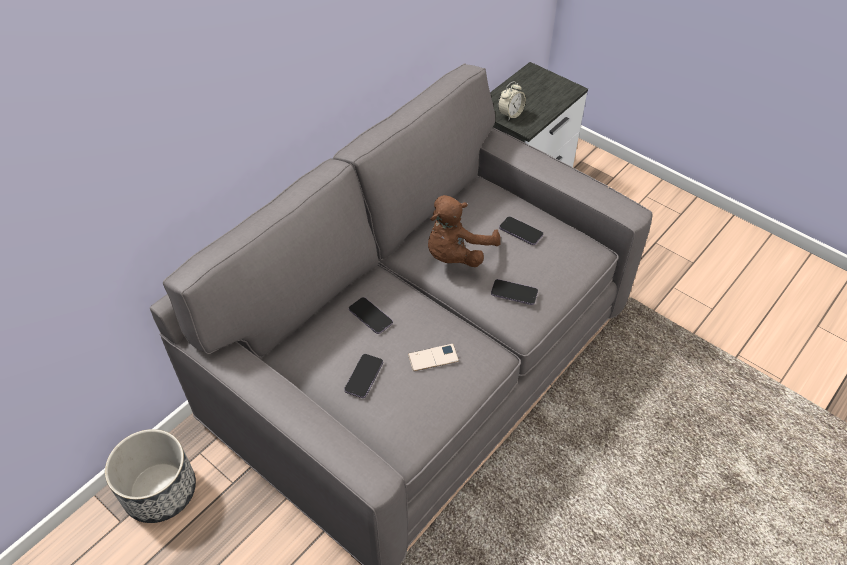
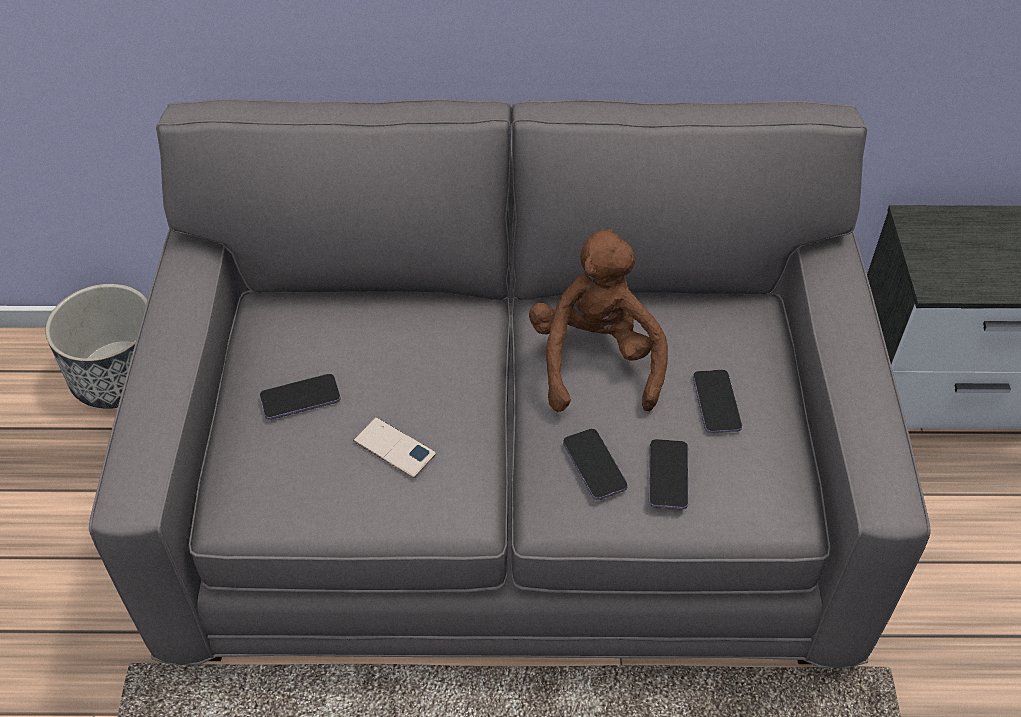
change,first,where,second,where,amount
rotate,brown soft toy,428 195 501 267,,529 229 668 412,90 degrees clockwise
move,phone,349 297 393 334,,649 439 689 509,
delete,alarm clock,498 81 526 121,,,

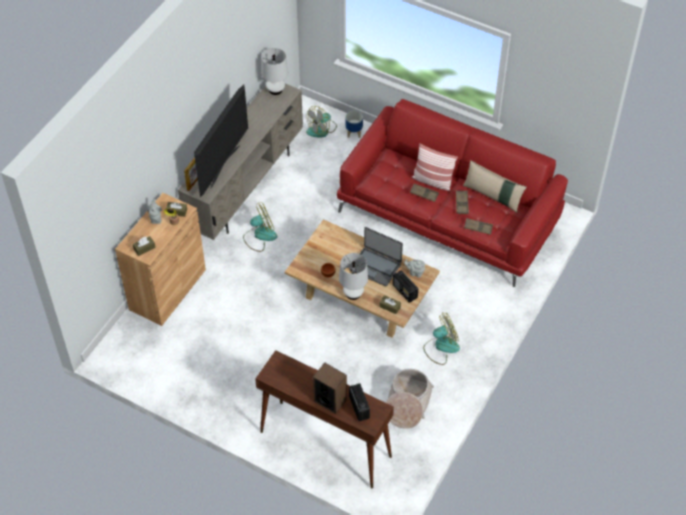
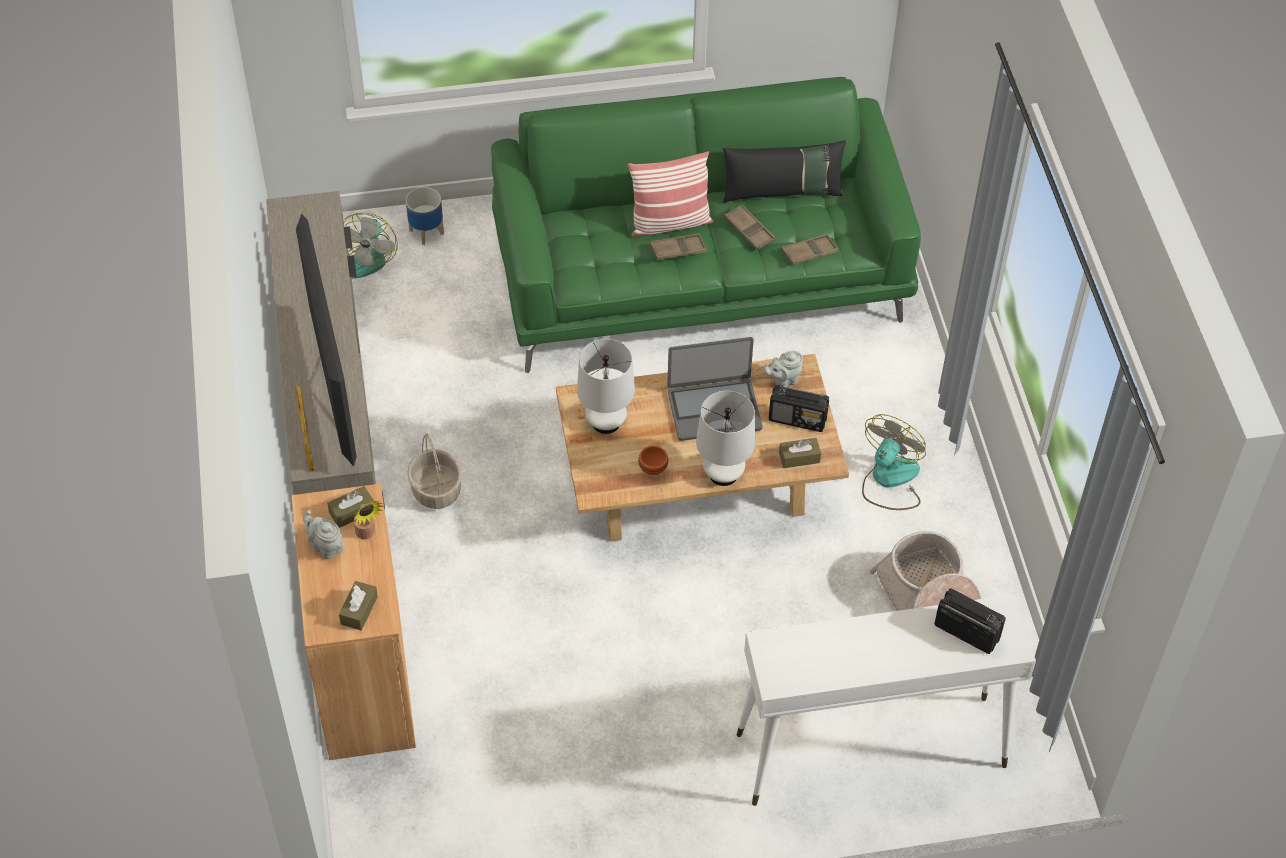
change,first,where,second,where,amount
replace,cooling fan,243 202 277 252,household basket,407 433 462 509,
recolor,red-coloured sofa,337 99 568 287,greenish sofa,491 77 921 373,
move,white table lamp,261 48 288 95,,577 339 635 434,
recolor,beige pillow,463 160 527 213,black-coloured pillow,723 140 846 203,
recolor,brown hall table,255 350 394 488,white hall table,737 594 1036 806,
delete,audio speaker,313 362 347 414,,,

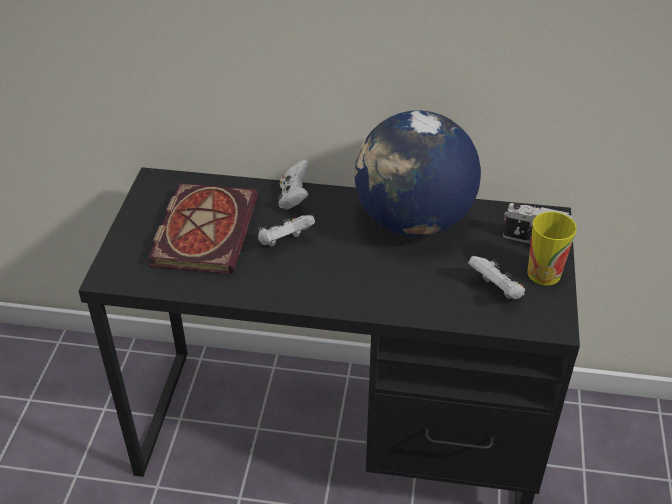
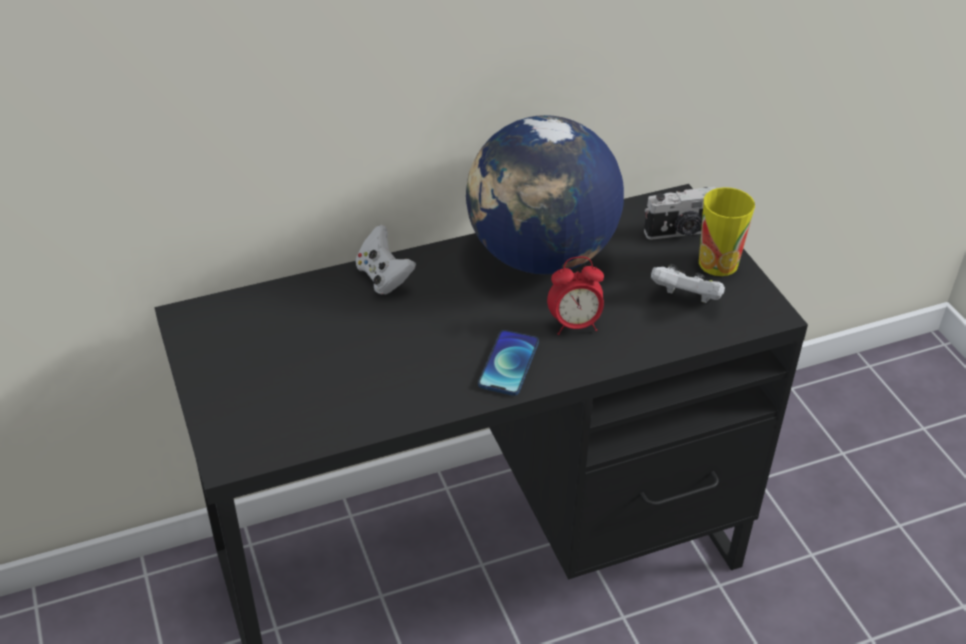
change,first,where,second,where,amount
insert,,,phone,478 330 539 396,
insert,,,alarm clock,547 256 604 335,
delete,volume,148 183 258 274,,,
delete,white game controller,258 215 315 247,,,

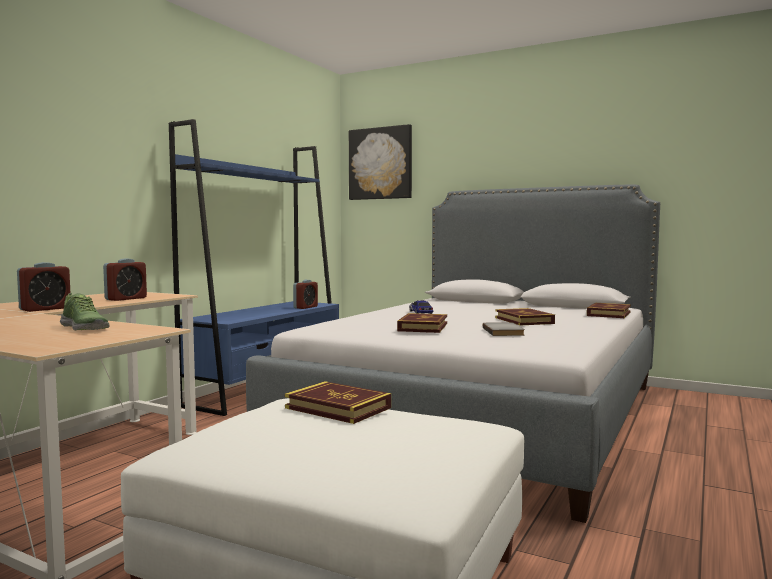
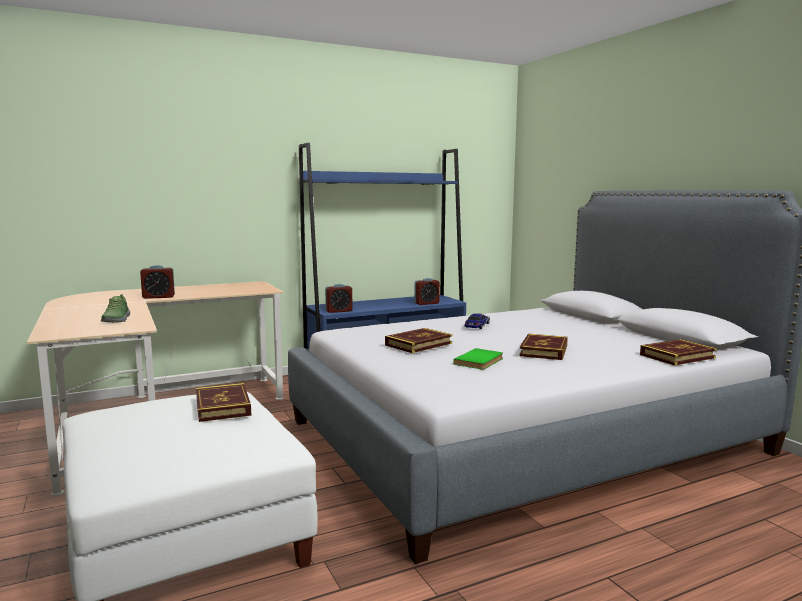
change,first,where,second,where,amount
move,alarm clock,103 258 147 301,,325 284 352 313,
recolor,grey volume,483 322 525 336,greenish volume,453 348 503 370,
delete,wall art,349 124 412 200,,,

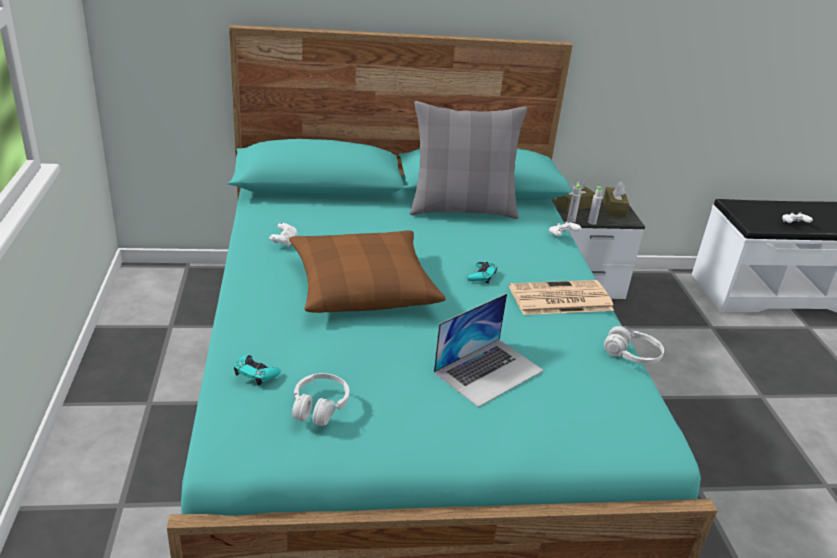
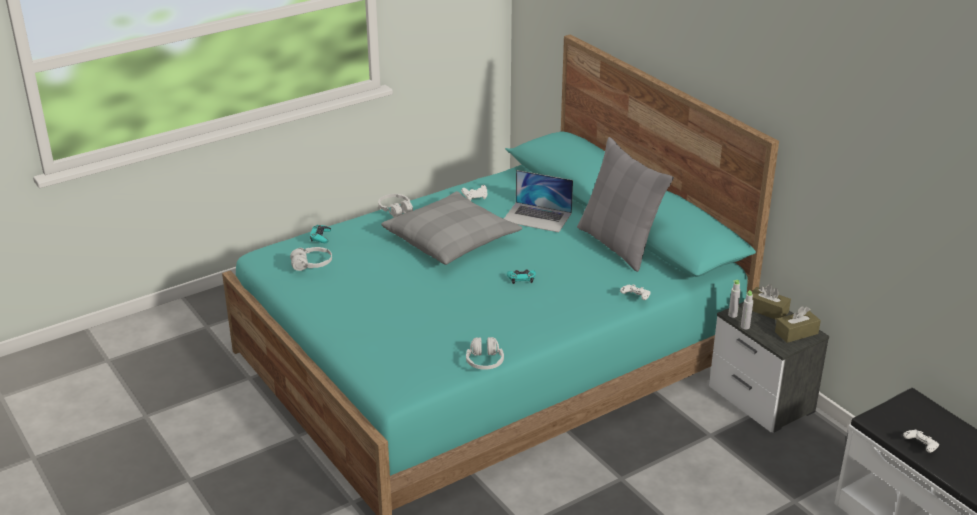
change,first,where,second,where,amount
insert,,,white headset,378 194 413 218,
recolor,brown pillow,289 230 446 313,grey pillow,381 191 522 265,
move,notebook computer,434 293 544 407,,504 170 573 232,
delete,newspaper,509 280 614 315,,,

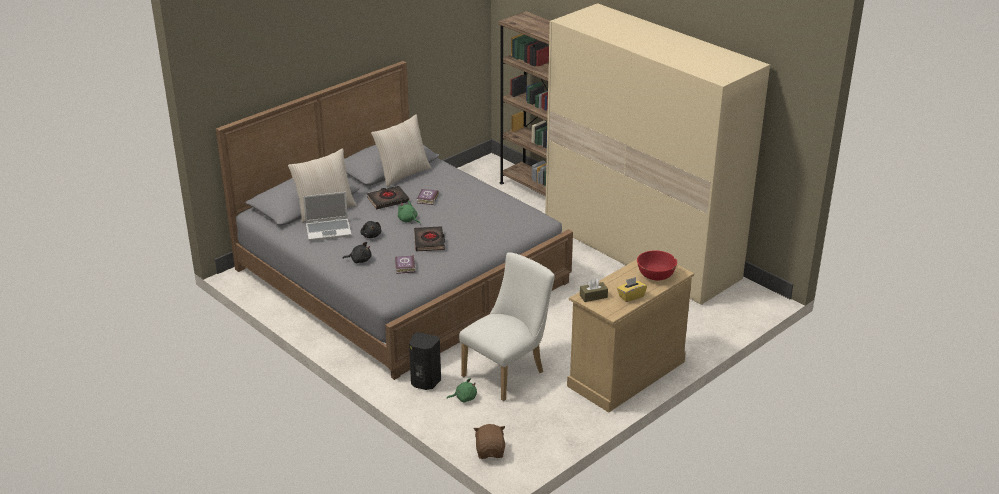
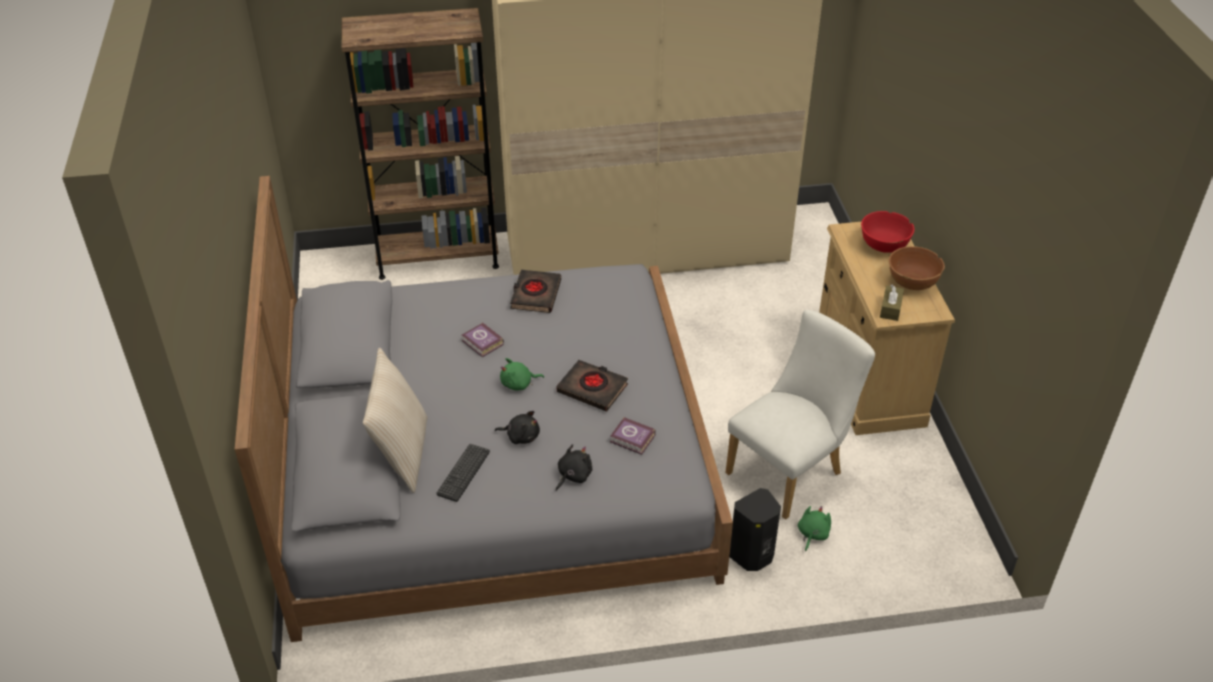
change,first,where,second,where,amount
replace,notebook computer,303 192 351 241,PC keyboard,437 444 490 502,
move,black-coloured volume,367 186 409 209,,510 270 561 313,
rotate,white chair,459 252 555 401,,725 310 875 520,60 degrees clockwise
replace,yellow tissue holder,617 277 647 302,brown bowl,889 246 945 290,
delete,beige pillow,371 114 431 187,,,
delete,brown soft toy,474 424 505 459,,,

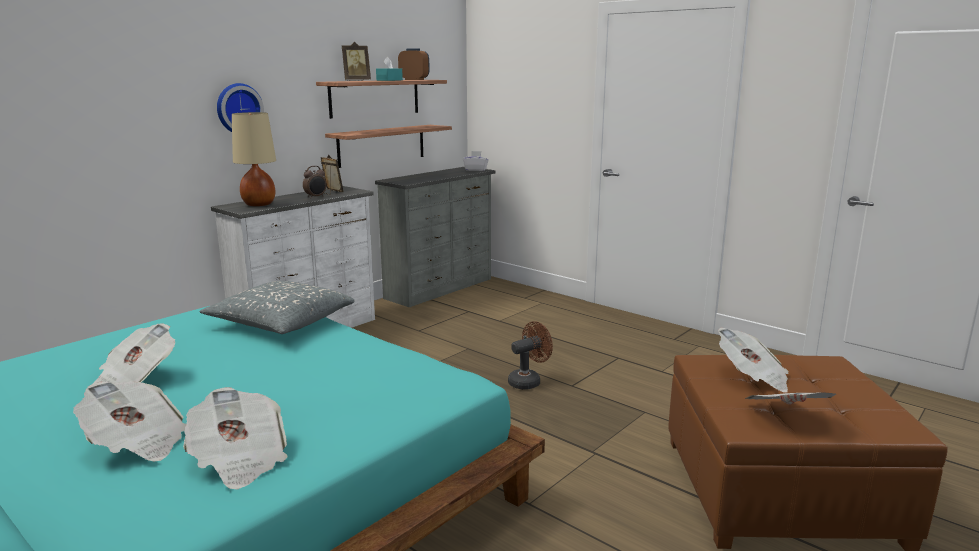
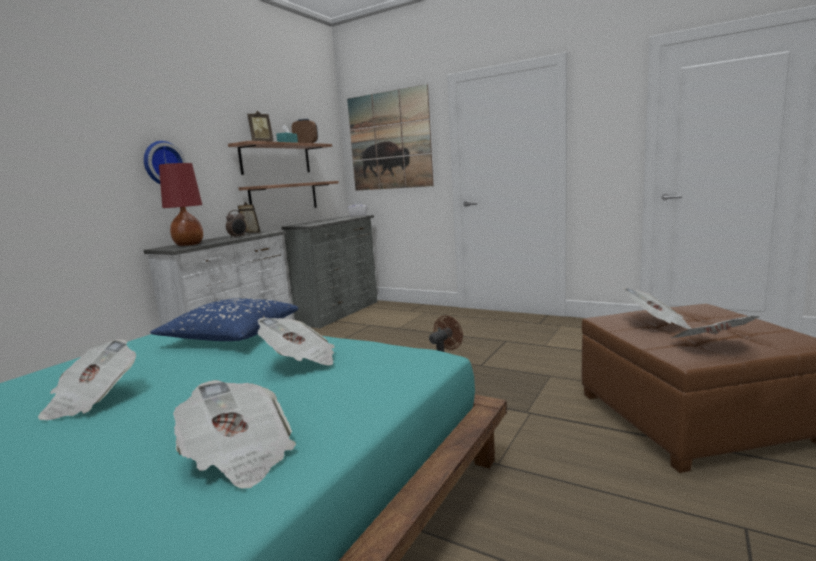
change,first,where,second,where,amount
recolor,grey pillow,200 281 355 334,bluish pillow,150 298 298 341,
recolor,beige table lamp,232 112 276 206,red-coloured table lamp,159 163 203 246,
move,newspaper,73 381 186 461,,257 318 335 365,
insert,,,wall art,347 84 433 191,

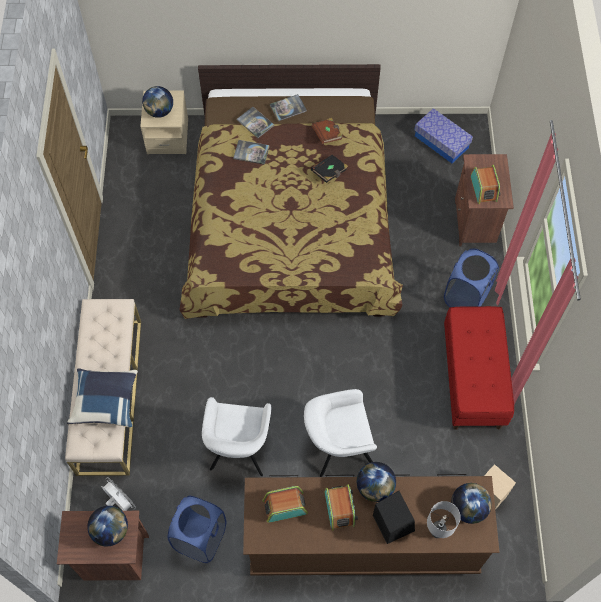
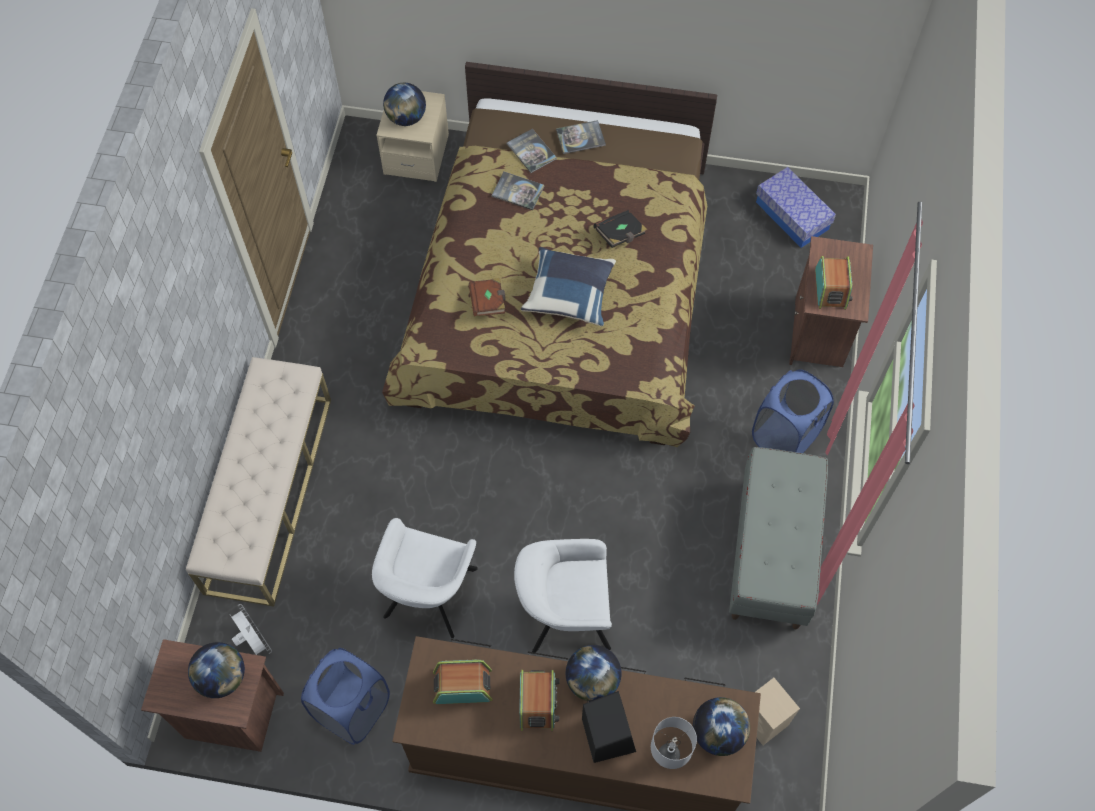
change,first,where,second,where,amount
move,brown volume,312 118 342 144,,469 278 505 316,
move,bluish pillow,67 368 138 428,,521 247 616 326,
recolor,red-coloured long seat,444 306 514 430,grey long seat,729 447 828 629,

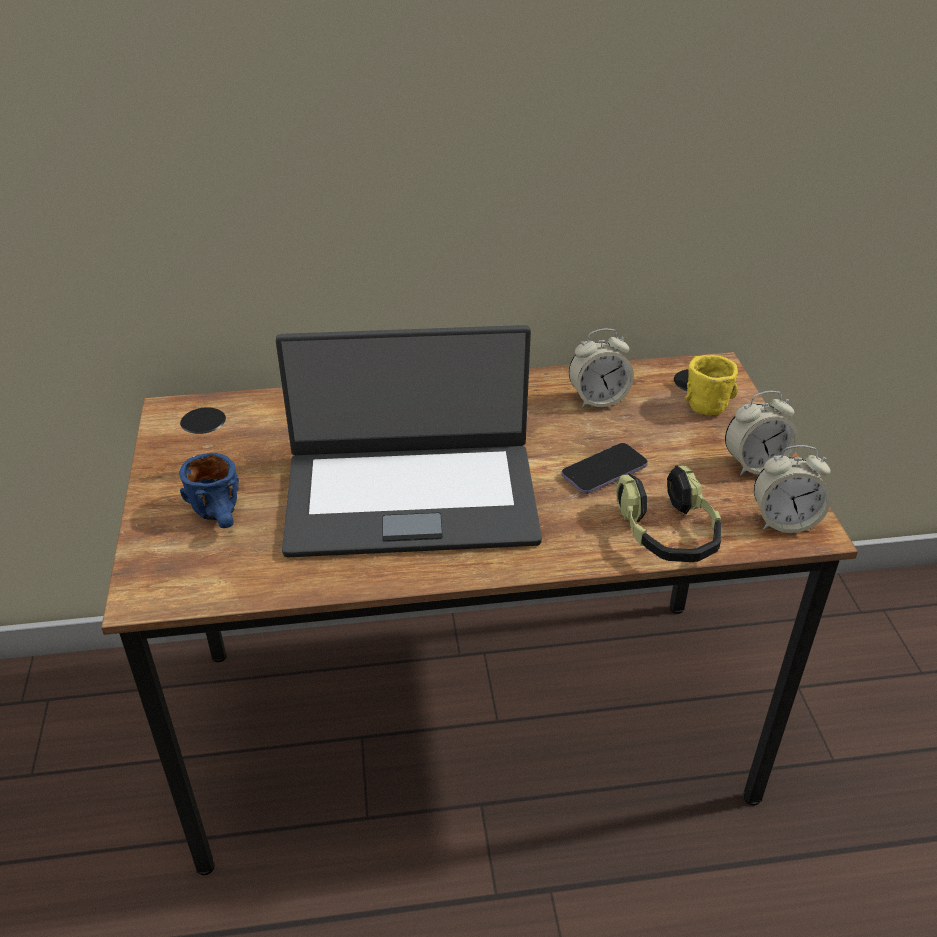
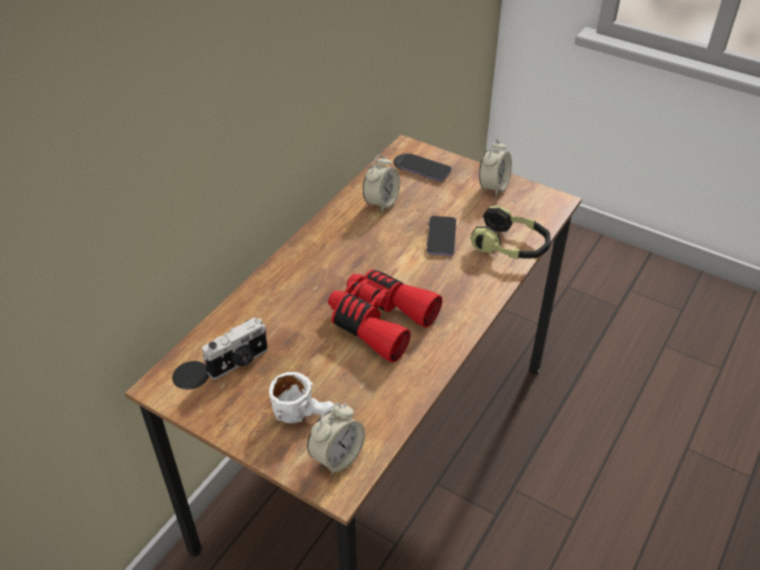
change,first,where,second,where,amount
insert,,,photo camera,202 317 268 380,
recolor,bluish tea mug,179 453 239 528,white tea mug,269 372 334 424,
move,alarm clock,754 445 831 533,,307 403 365 475,
replace,notebook computer,276 325 542 557,red-coloured binoculars,328 269 442 363,
replace,yellow tea mug,685 355 738 416,phone,398 153 452 182,

